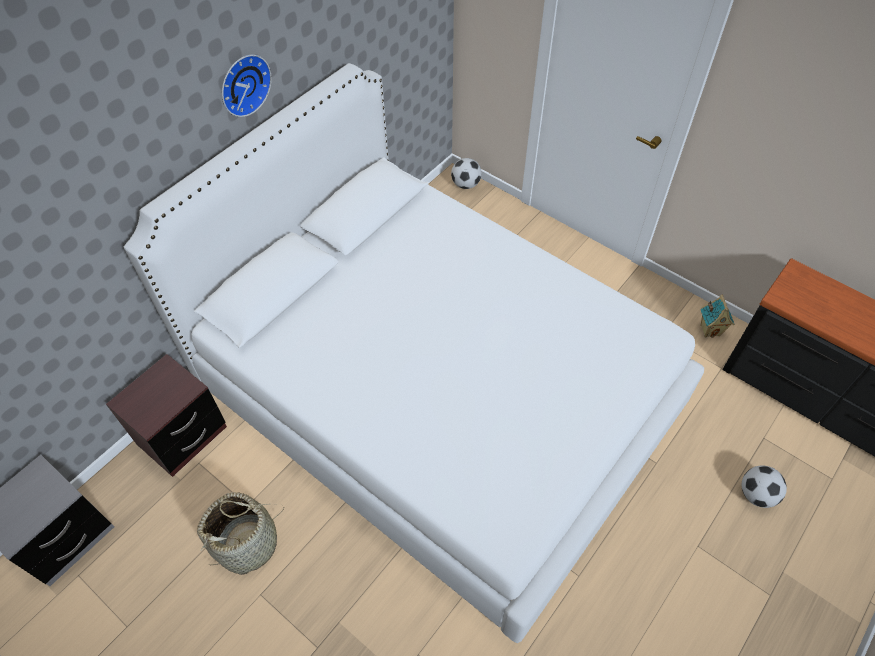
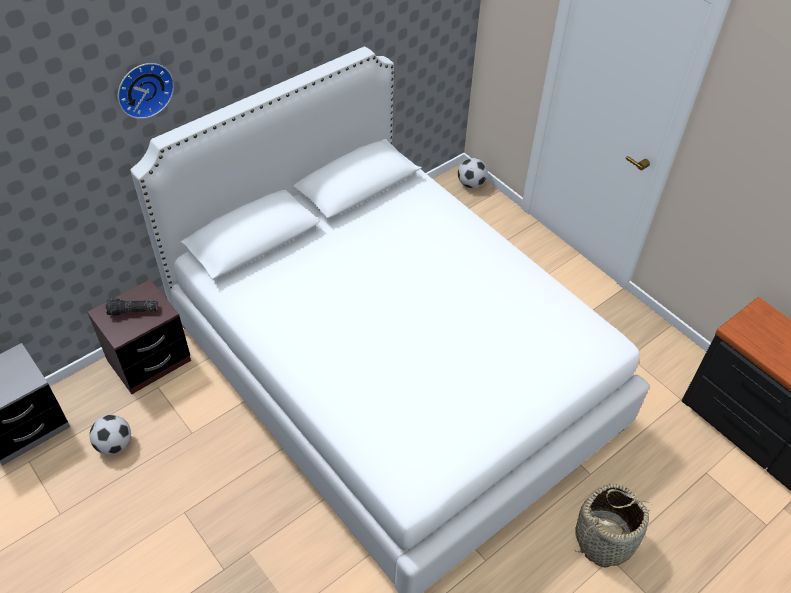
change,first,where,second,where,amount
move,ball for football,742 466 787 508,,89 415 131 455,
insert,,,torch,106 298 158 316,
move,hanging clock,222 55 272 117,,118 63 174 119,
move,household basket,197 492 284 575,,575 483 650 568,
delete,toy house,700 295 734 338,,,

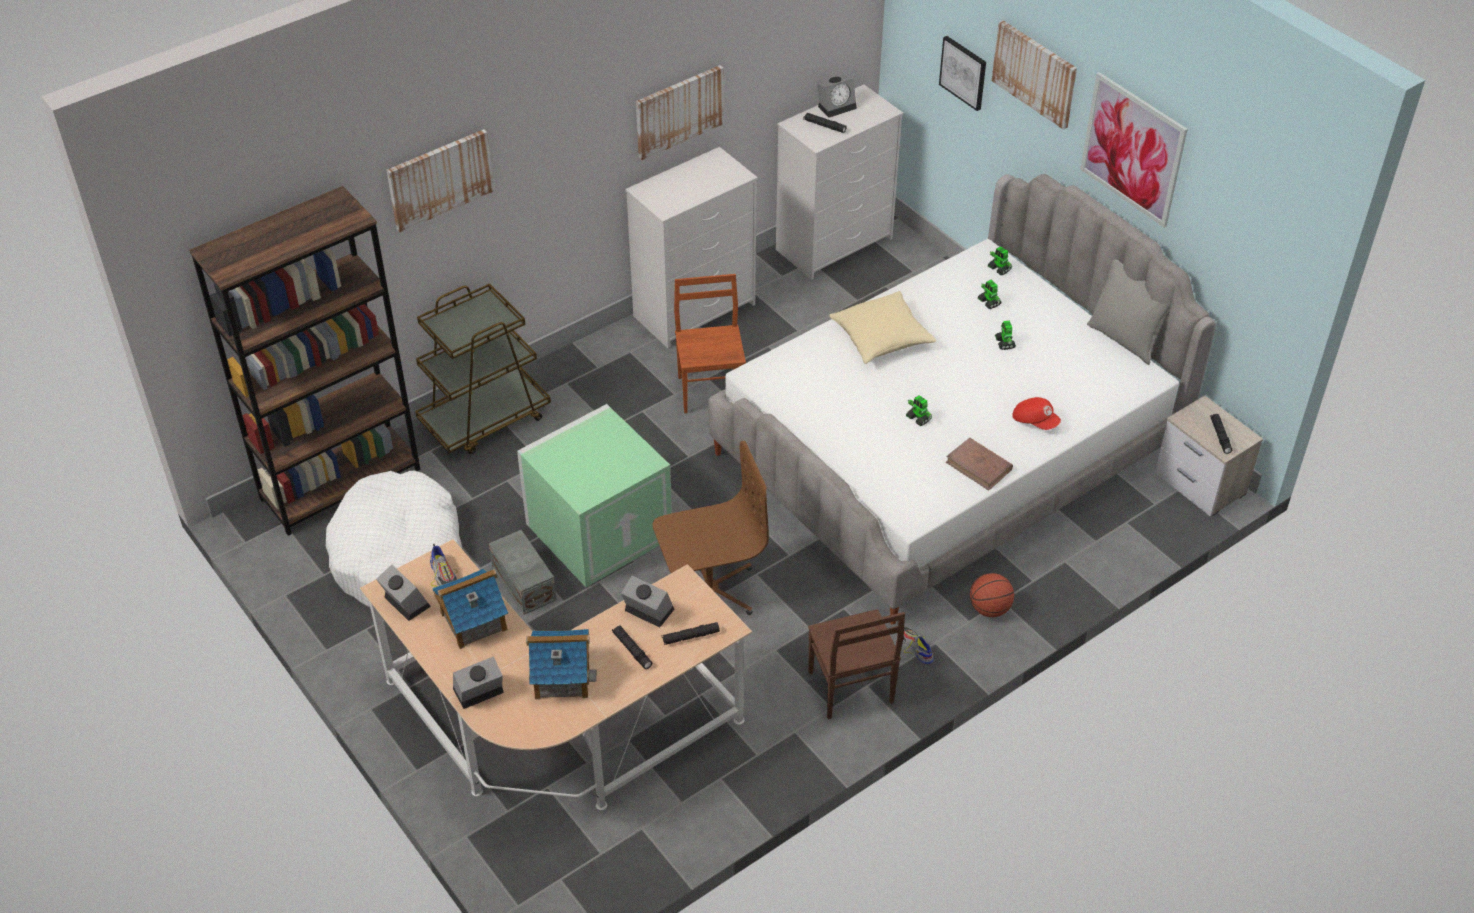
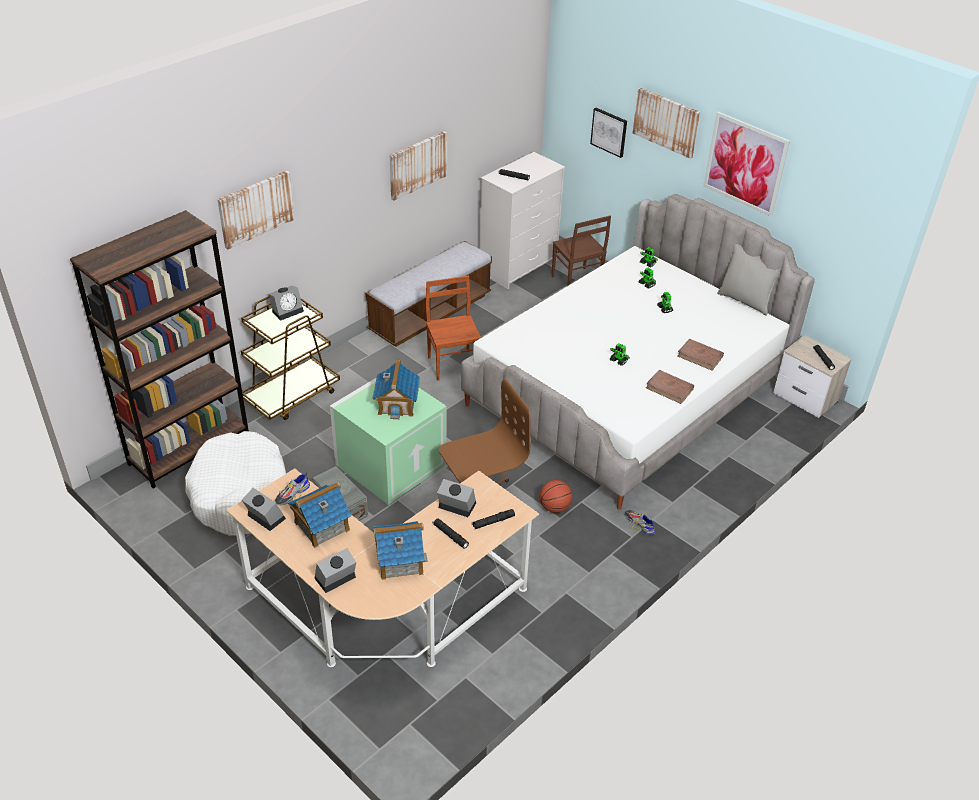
change,first,where,second,where,amount
move,alarm clock,817 75 857 118,,269 286 304 321,
rotate,shoe,430 544 458 587,,275 473 310 506,75 degrees clockwise
replace,white chest of drawers,625 147 758 348,long seat,365 241 492 347,
insert,,,toy house,372 360 420 419,
move,ball for basketball,970 573 1014 617,,540 480 572 513,
move,brown chair,808 609 905 719,,552 215 611 286,
replace,red-coloured cap,1012 397 1061 430,brown volume,677 339 724 371,
delete,beige pillow,829 291 936 364,,,

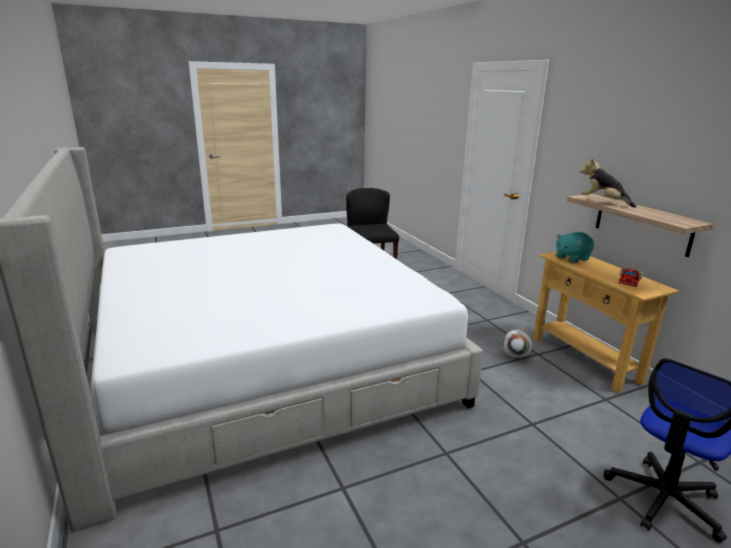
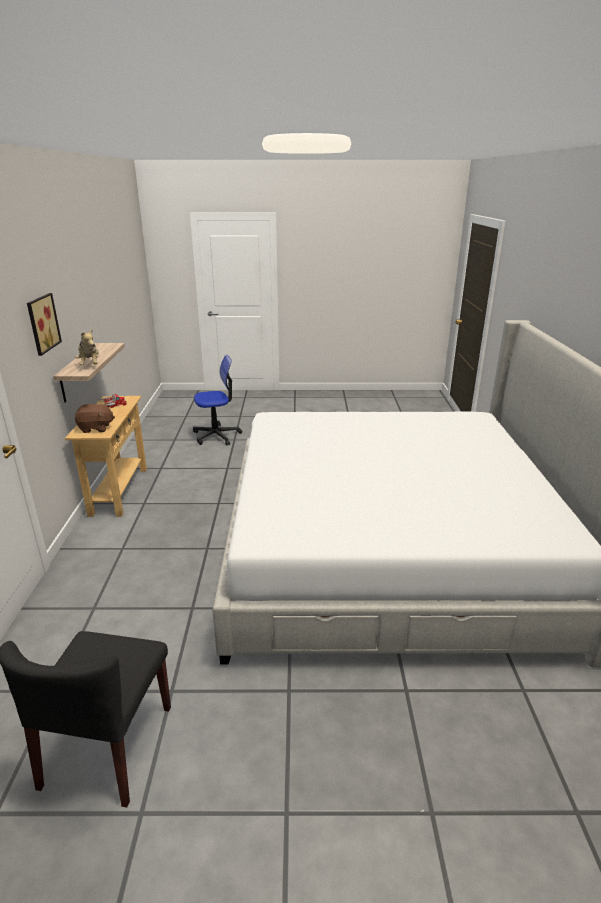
change,first,where,second,where,amount
insert,,,wall art,27 293 62 356,
recolor,turquoise-coloured soft toy,556 232 594 263,brown soft toy,75 403 115 433,
delete,ball for football,502 329 533 359,,,

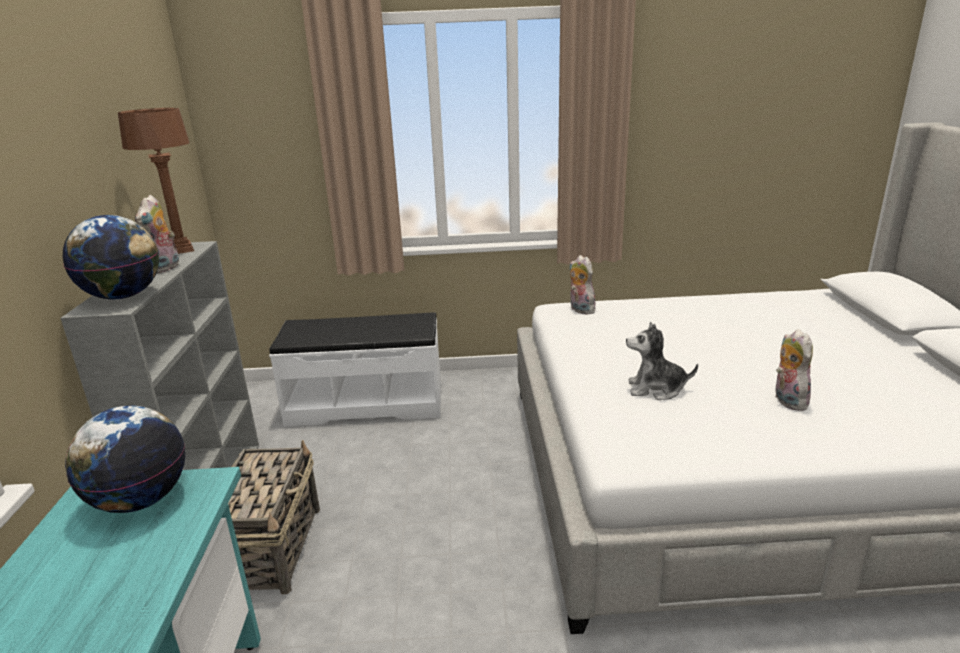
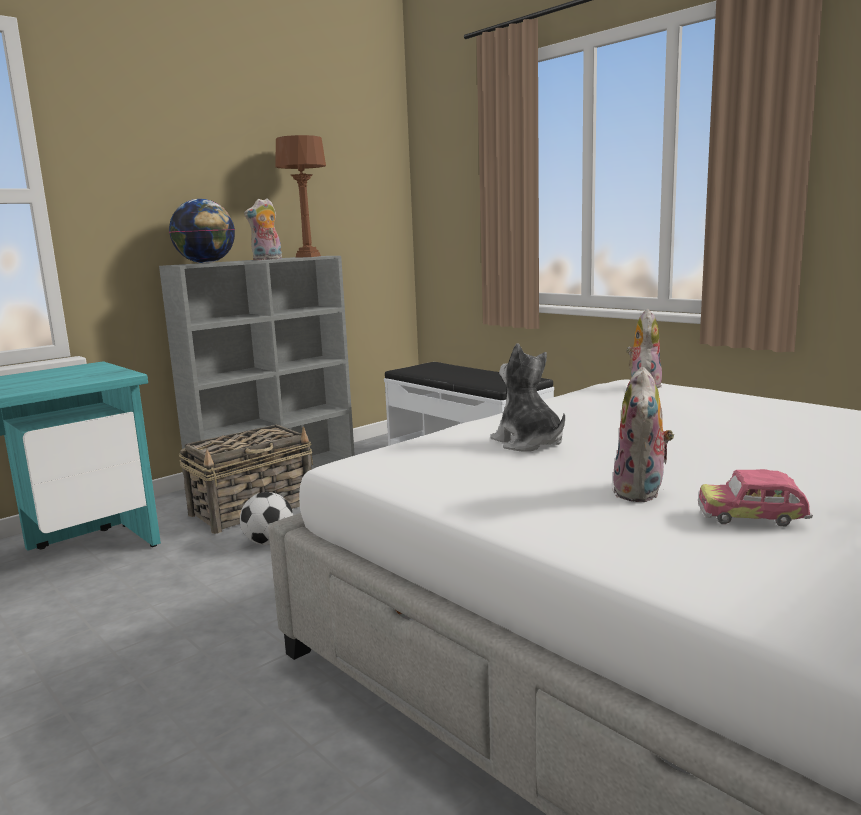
change,first,where,second,where,amount
insert,,,ball for football,240 492 293 545,
rotate,soft toy,775 329 813 411,,613 366 674 502,150 degrees clockwise
insert,,,toy car,698 469 813 527,
delete,world globe,65 406 185 513,,,

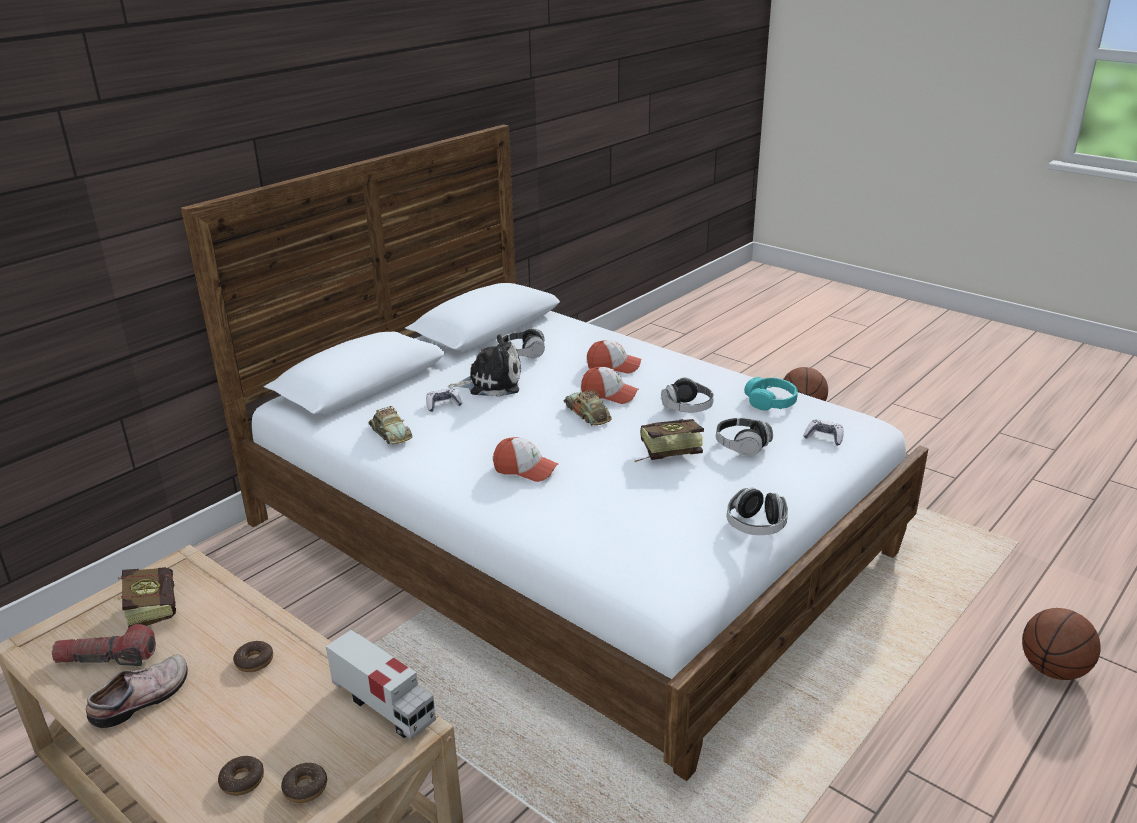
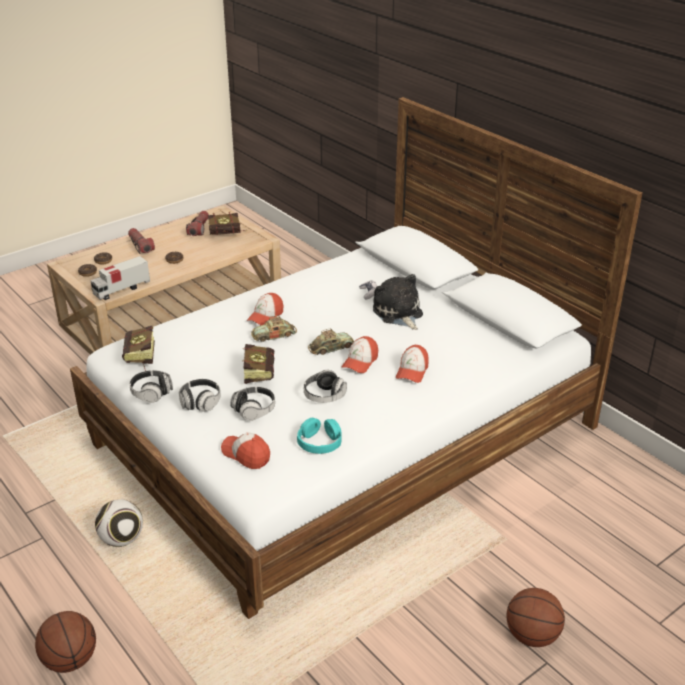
change,first,where,second,where,amount
insert,,,ball for football,95 499 143 547,
insert,,,volume,122 326 155 371,
insert,,,torch,128 228 155 254,
move,headset,502 328 545 358,,179 379 221 412,
replace,game controller,803 419 844 446,cap,221 433 270 469,
move,toy car,369 406 413 444,,251 316 297 342,
rotate,soft toy,447 334 521 397,,373 274 423 330,150 degrees clockwise
delete,shoe,86 654 188 728,,,

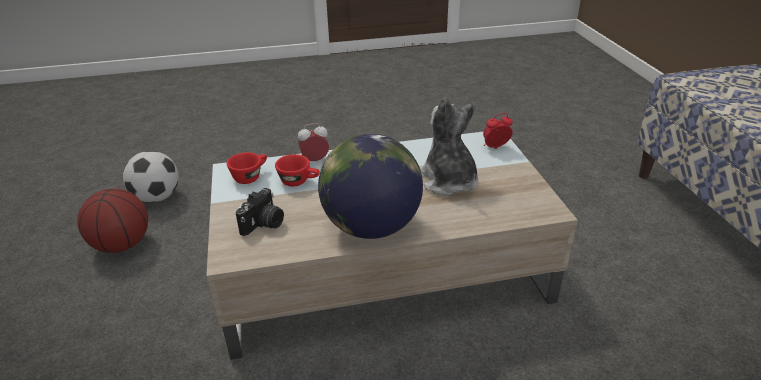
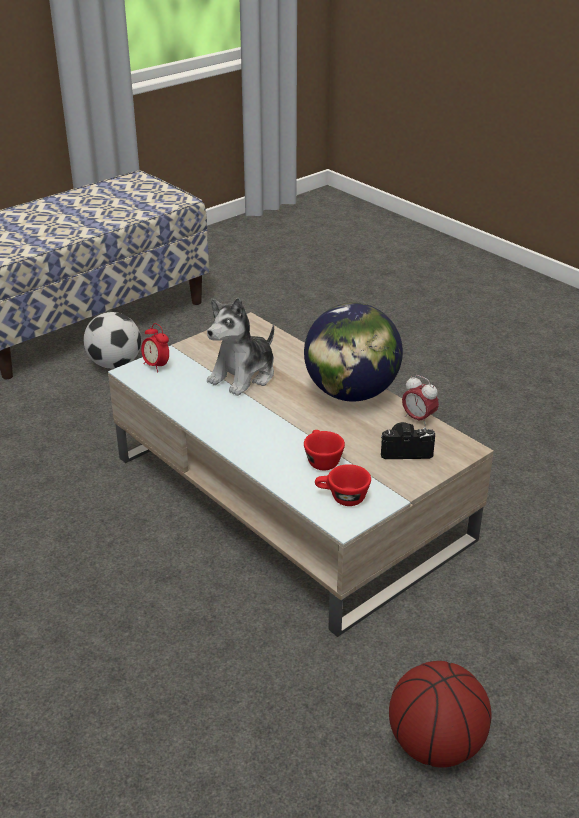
change,first,where,second,where,amount
move,ball for football,123 151 179 203,,83 312 141 369,
move,alarm clock,298 123 329 161,,402 375 439 427,

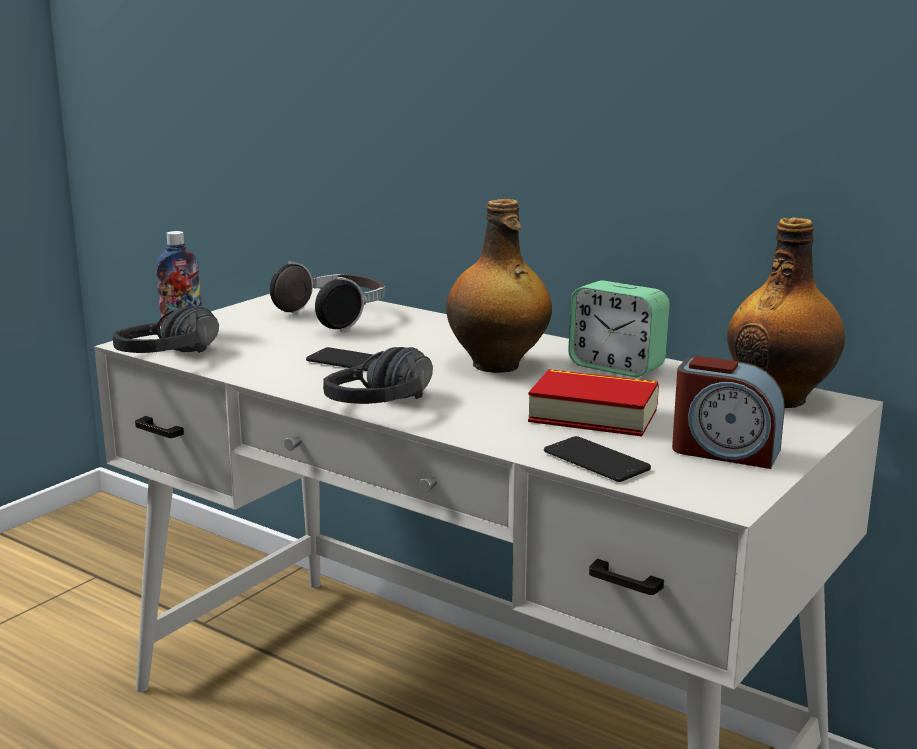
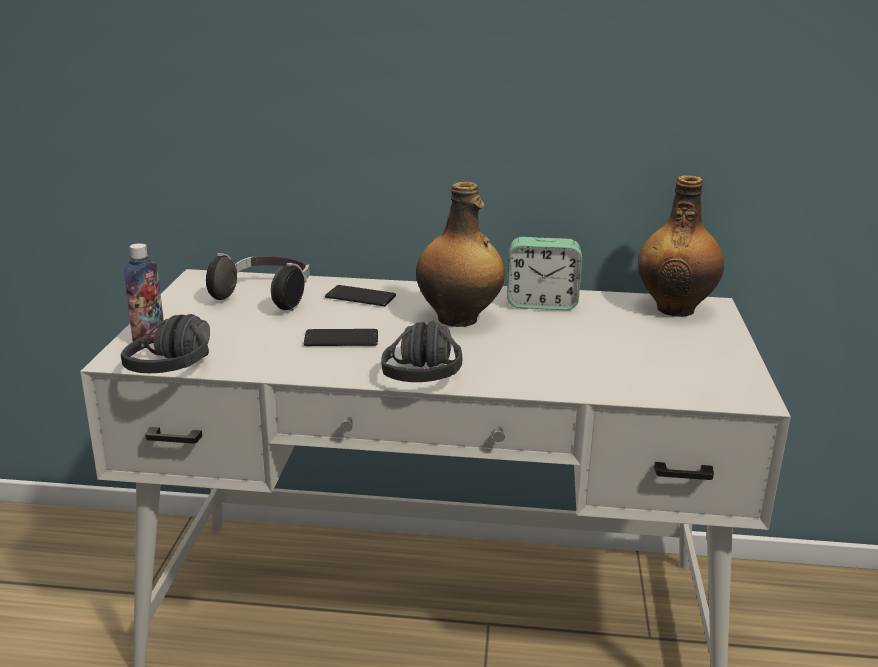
change,first,where,second,where,amount
move,phone,544 436 651 482,,325 285 396 306,
delete,volume,528 369 659 436,,,
delete,alarm clock,672 356 785 469,,,

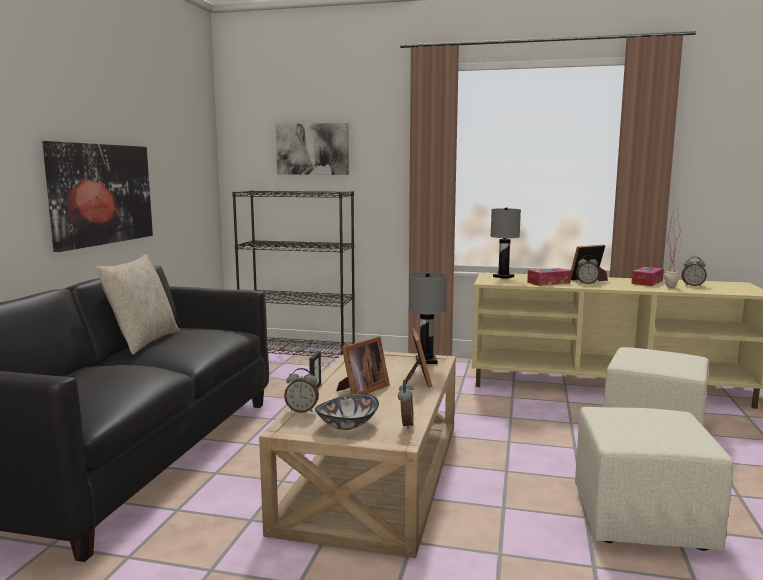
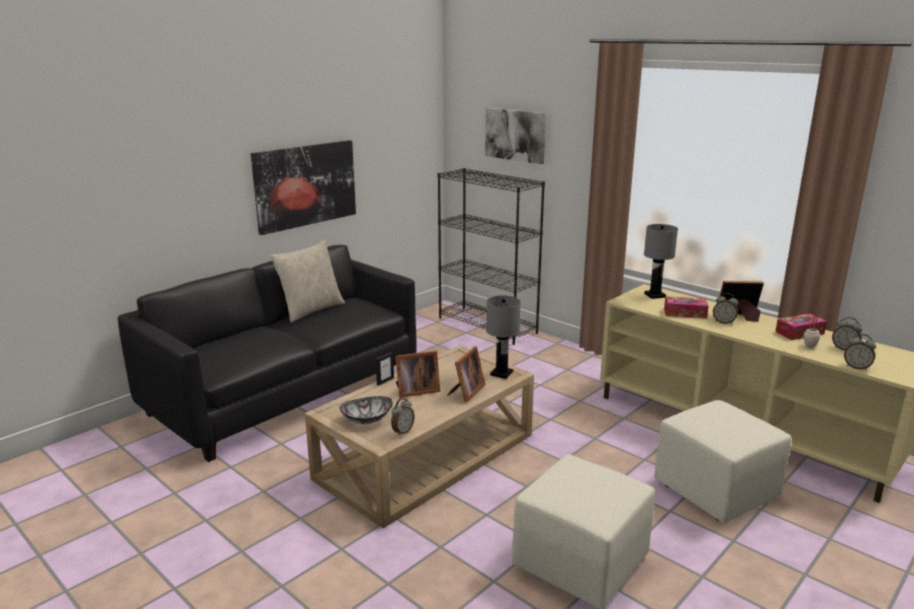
change,first,where,second,where,amount
move,alarm clock,284 368 319 413,,844 334 876 370,

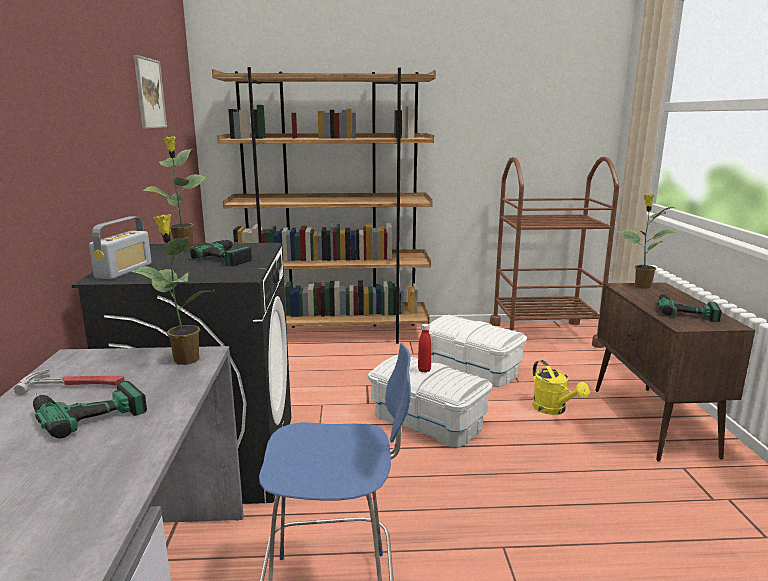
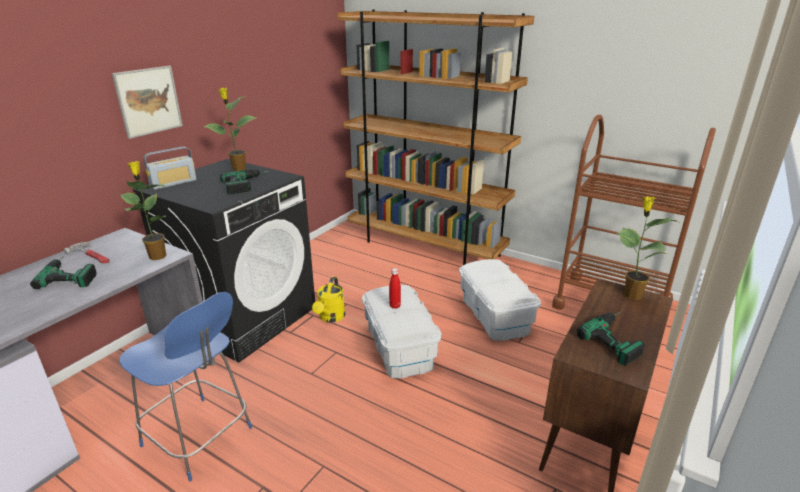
change,first,where,second,where,amount
move,wall art,134 55 167 129,,112 66 183 139,
move,yellow watering pot,532 360 589 415,,312 277 345 323,

